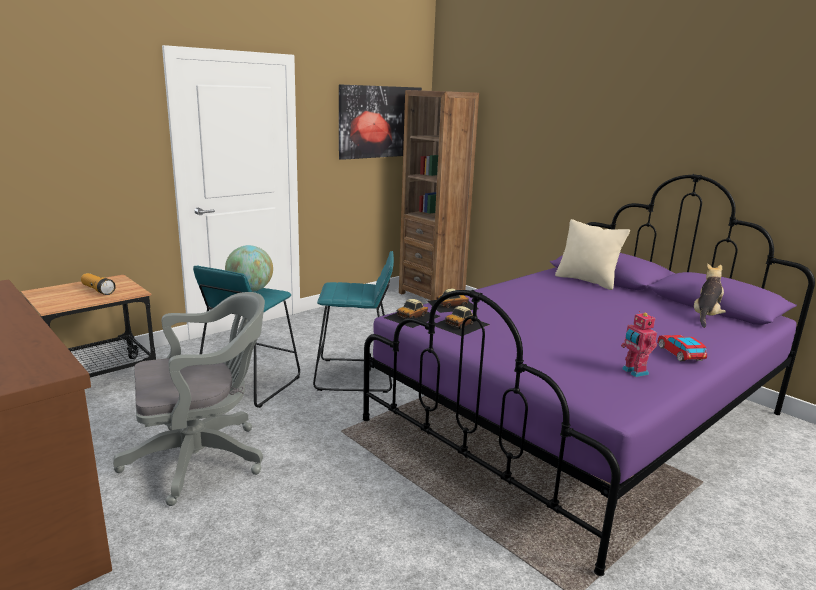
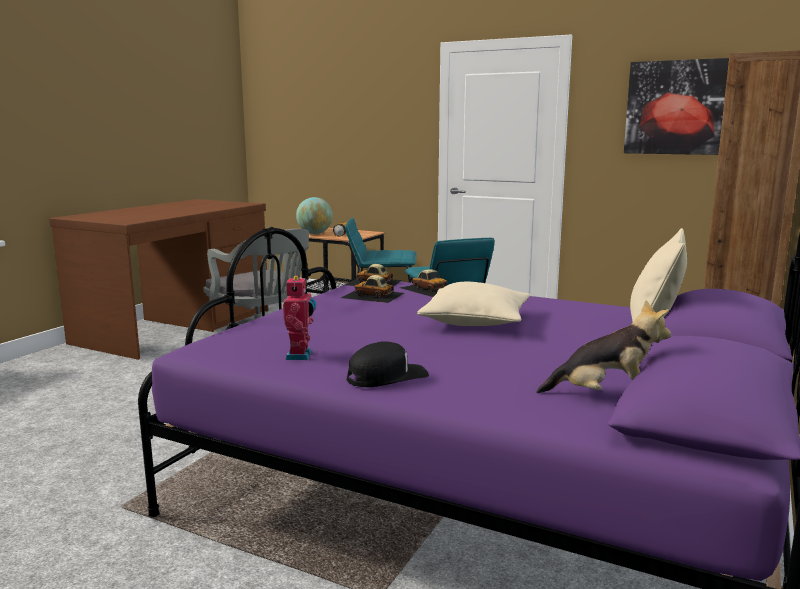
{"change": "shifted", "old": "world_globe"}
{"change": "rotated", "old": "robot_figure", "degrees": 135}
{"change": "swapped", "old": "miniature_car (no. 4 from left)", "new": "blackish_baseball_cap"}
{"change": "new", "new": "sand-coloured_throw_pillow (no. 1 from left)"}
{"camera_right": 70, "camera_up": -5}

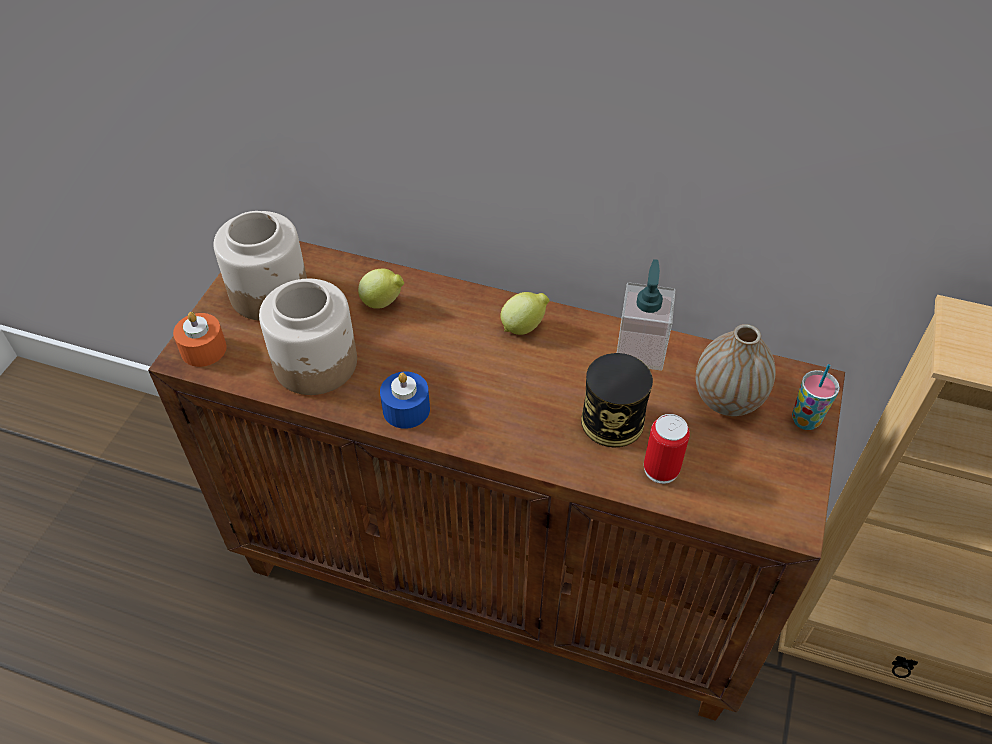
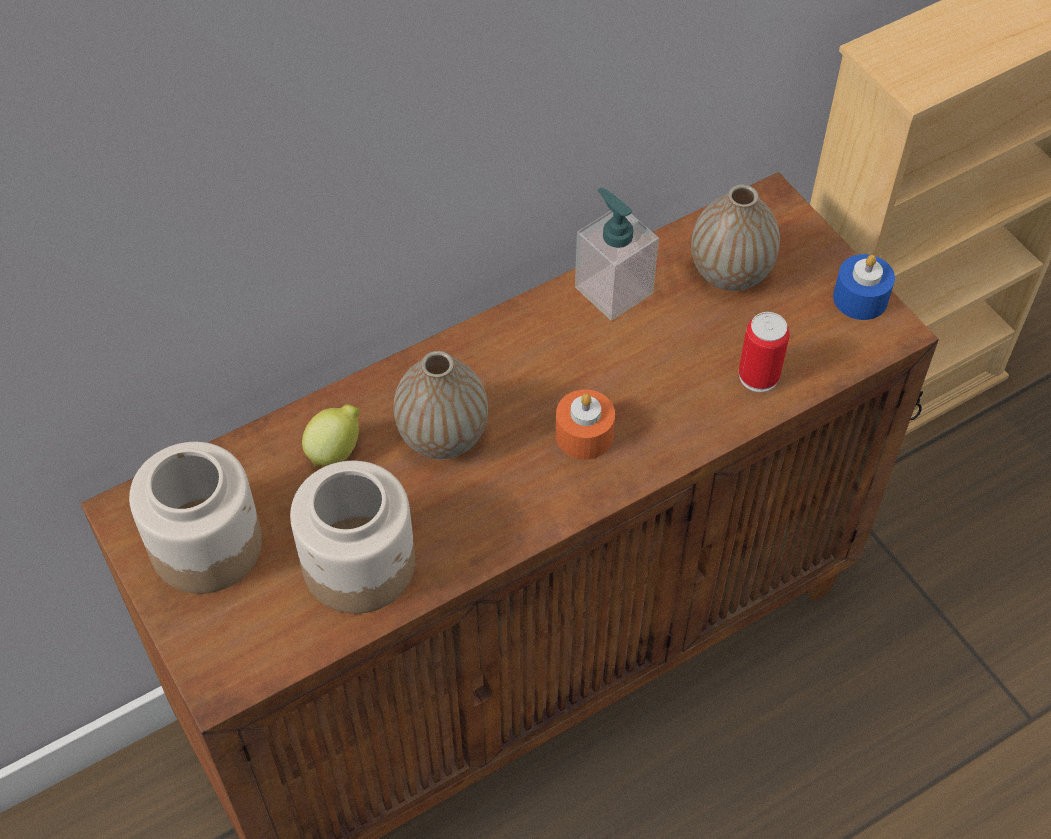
{"change": "shifted", "old": "orange-coloured_wax_light"}
{"change": "shifted", "old": "blue-coloured_wax_light"}
{"change": "gone", "old": "lemon (no. 2 from left)"}
{"change": "gone", "old": "sealed_can (no. 1 from left)"}
{"change": "gone", "old": "small_cup"}
{"change": "new", "new": "vase (no. 1 from left)"}
{"camera_right": -50, "camera_up": 5}

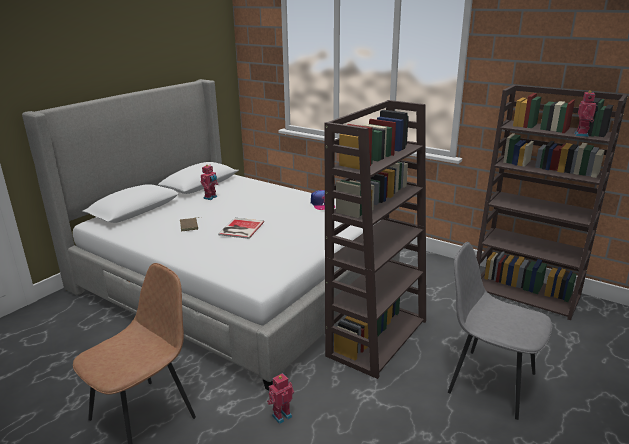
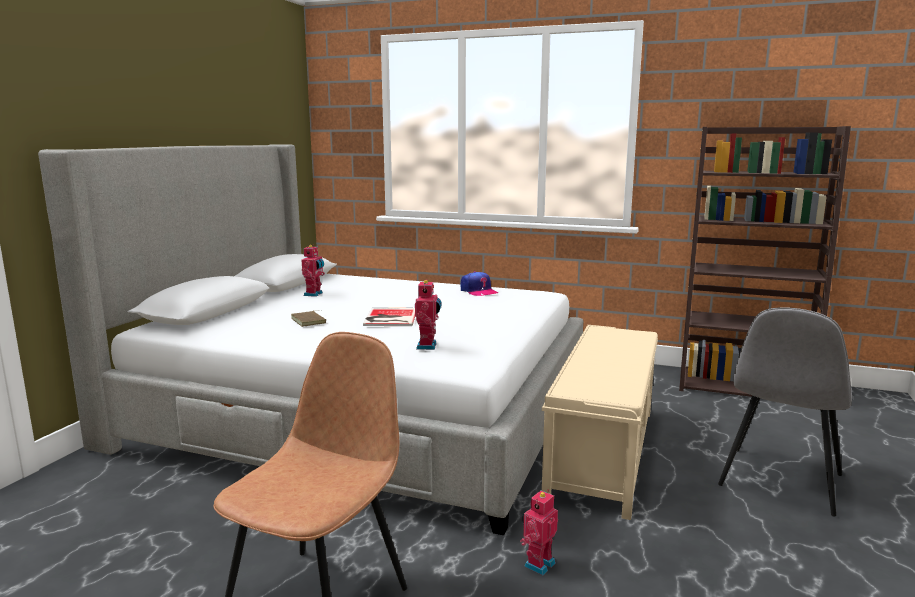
{"change": "swapped", "old": "brown_bookcase (no. 1 from left)", "new": "sand-coloured_indoor_bench"}
{"change": "rotated", "old": "greyish_chair", "degrees": -75}
{"change": "shifted", "old": "robot_figure (no. 3 from left in the first image)", "new": "robot_figure (no. 2 from left)"}
{"camera_right": -15, "camera_up": -10}

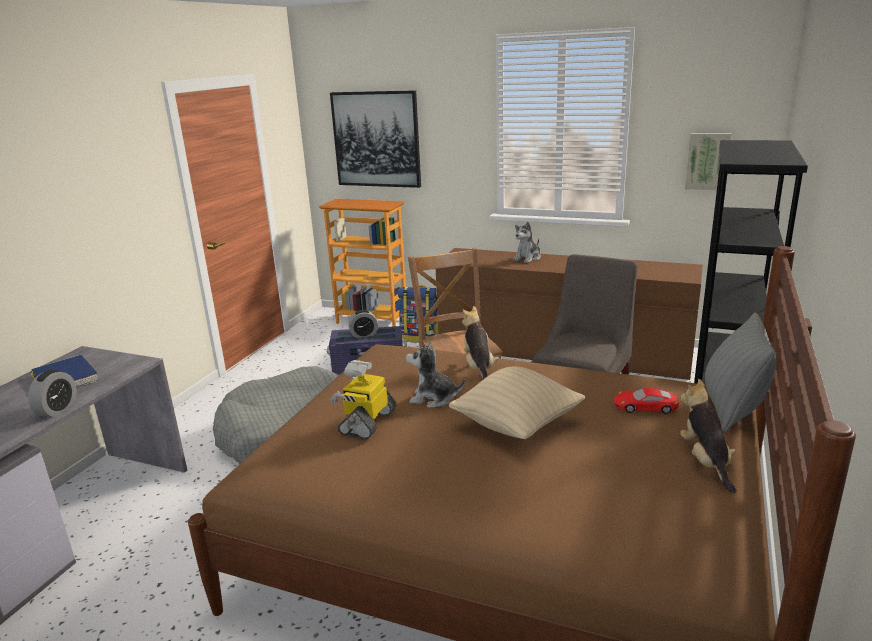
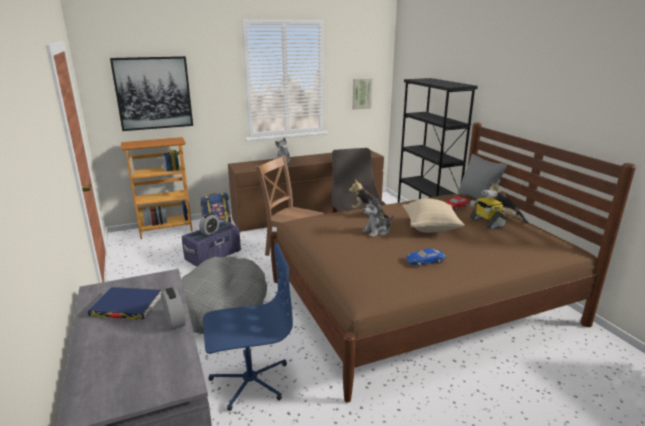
{"change": "shifted", "old": "robot_figure"}
{"change": "new", "new": "blue-coloured_office_chair"}
{"change": "new", "new": "blue-coloured_miniature_car"}
{"camera_right": -45, "camera_up": 0}

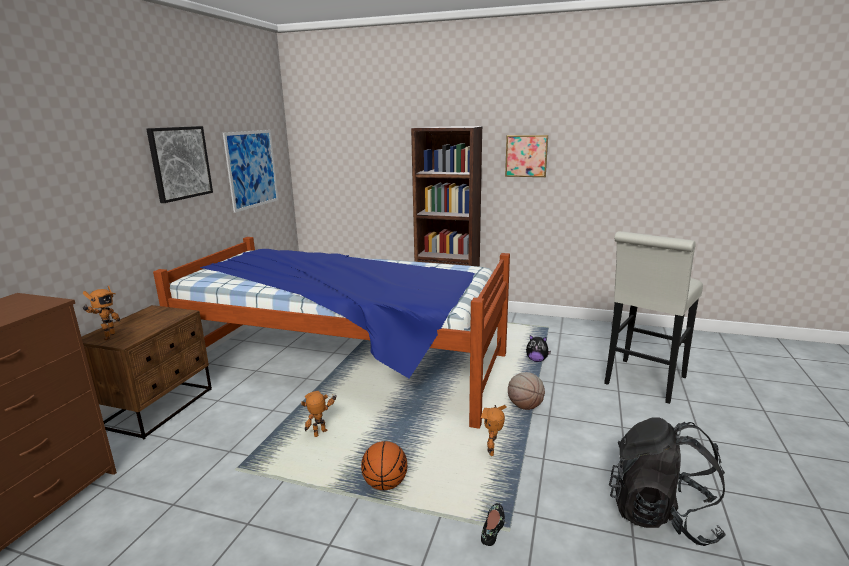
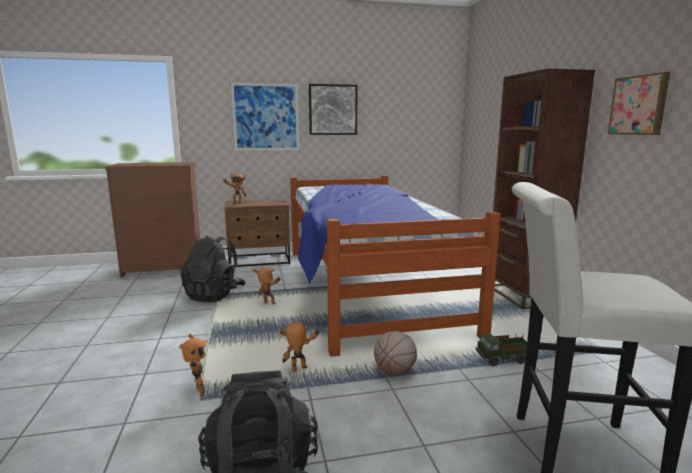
{"change": "shifted", "old": "wall_art (no. 2 from left in the first image)", "new": "wall_art (no. 1 from left)"}
{"change": "gone", "old": "ball_for_basketball (no. 1 from left)"}
{"change": "swapped", "old": "blackish_item_of_footwear", "new": "robot_figure (no. 1 from left)"}
{"change": "swapped", "old": "cuddly_toy", "new": "model_truck"}
{"change": "new", "new": "blackish_backpack (no. 1 from left)"}
{"camera_right": 60, "camera_up": -5}

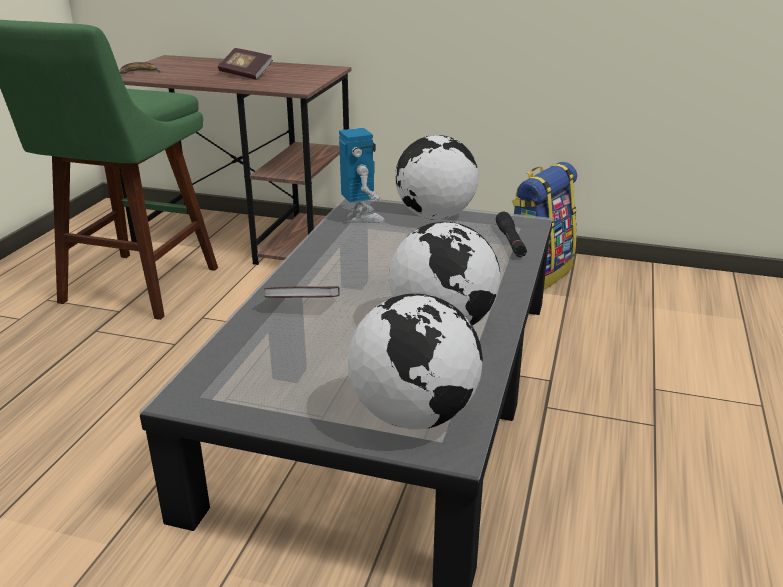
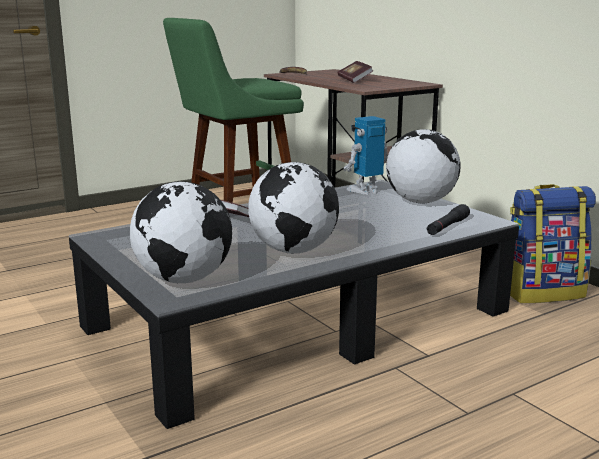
{"change": "rotated", "old": "robot_figure", "degrees": -135}
{"camera_right": 40, "camera_up": -10}

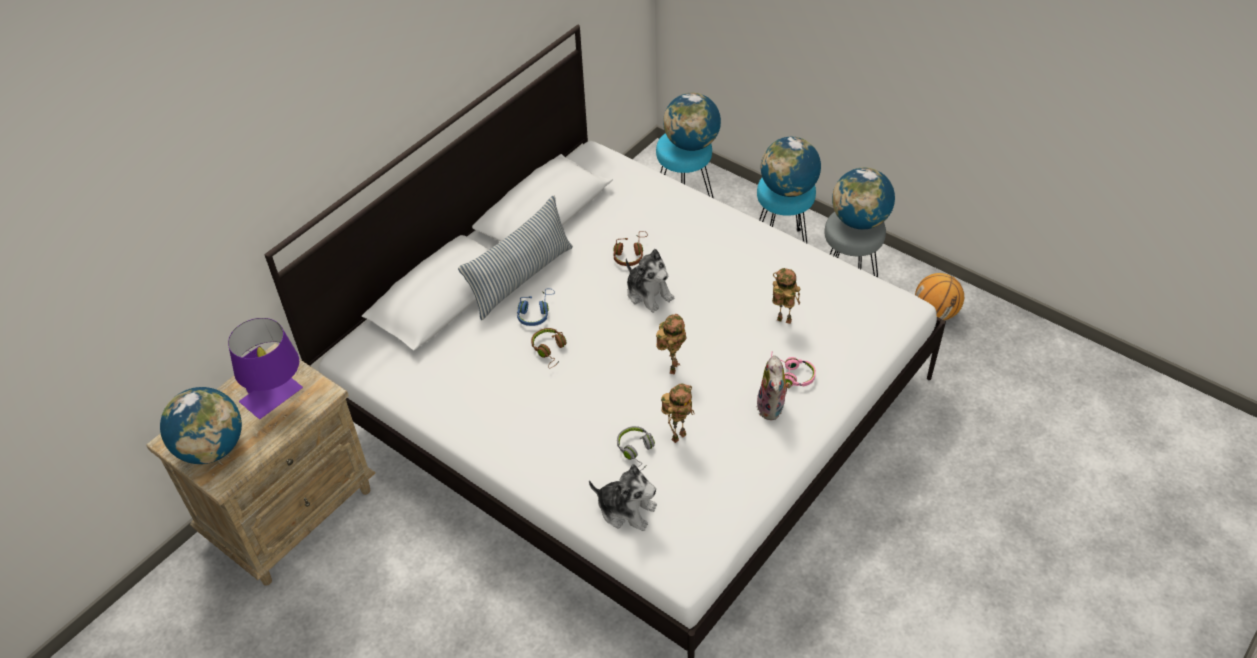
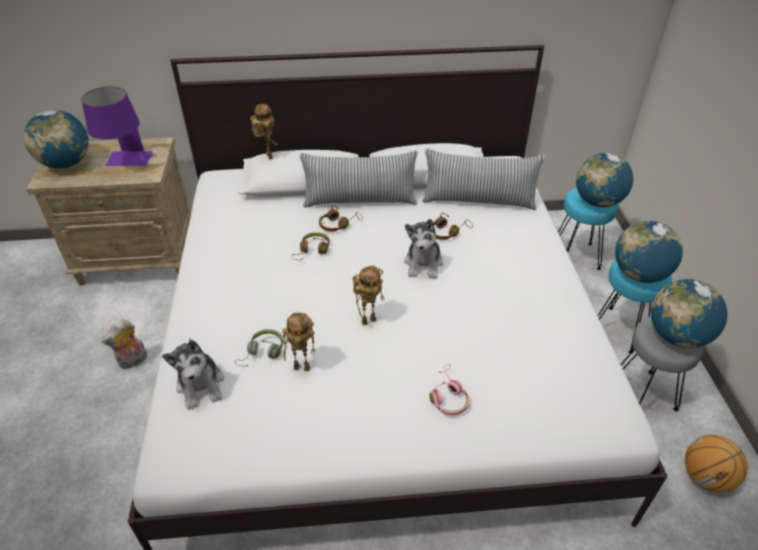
{"change": "repainted", "old": "blue-coloured_headset", "new": "brown_headset (no. 2 from left)"}
{"change": "shifted", "old": "cuddly_toy (no. 3 from left in the first image)", "new": "cuddly_toy (no. 1 from left)"}
{"change": "shifted", "old": "robot_figure (no. 3 from left in the first image)", "new": "robot_figure (no. 1 from left)"}
{"change": "new", "new": "throw_pillow (no. 2 from left)"}
{"camera_right": 45, "camera_up": -5}

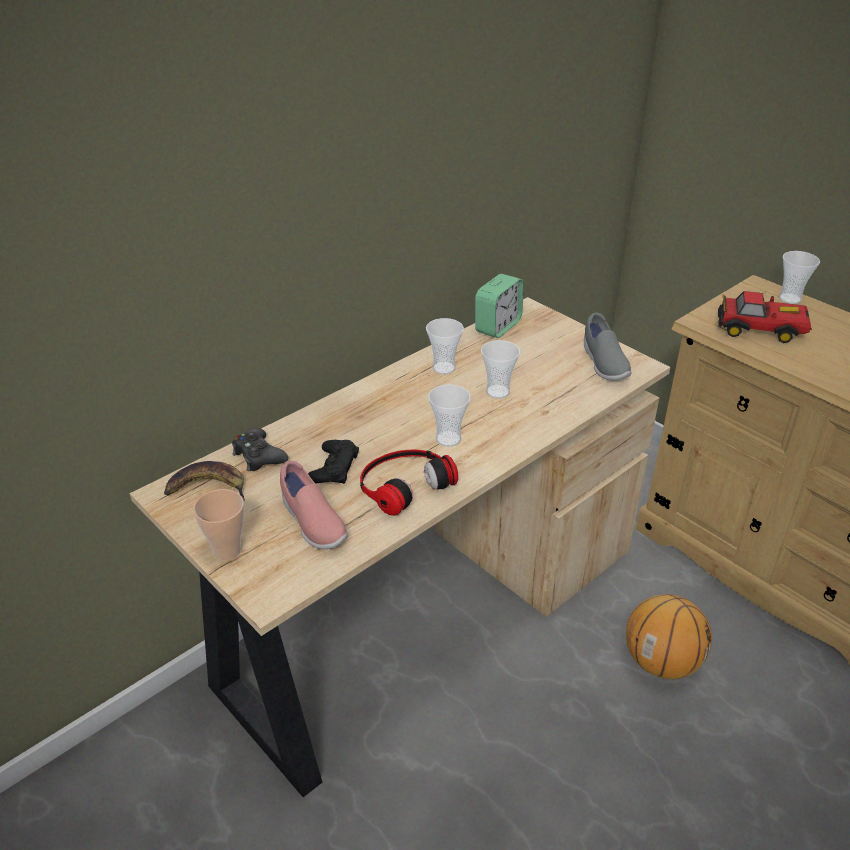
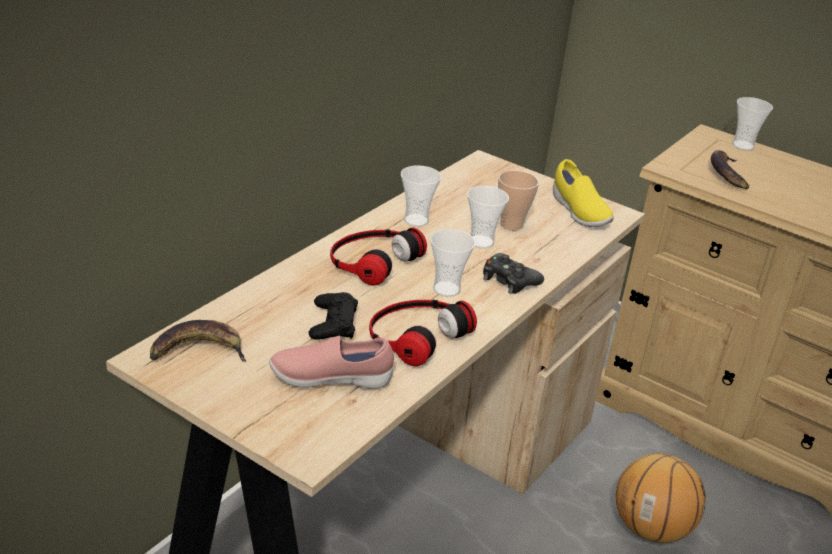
{"change": "shifted", "old": "small_cup (no. 1 from left in the first image)", "new": "small_cup (no. 4 from left)"}
{"change": "shifted", "old": "blackish_gamepad (no. 1 from left in the first image)", "new": "blackish_gamepad (no. 2 from left)"}
{"change": "rotated", "old": "pink-coloured_item_of_footwear", "degrees": 135}
{"change": "gone", "old": "bedside_clock"}
{"change": "repainted", "old": "greyish_item_of_footwear", "new": "yellow-coloured_item_of_footwear"}
{"change": "swapped", "old": "miniature_car", "new": "banana (no. 2 from left)"}
{"change": "new", "new": "headset (no. 1 from left)"}
{"camera_right": -15, "camera_up": -5}

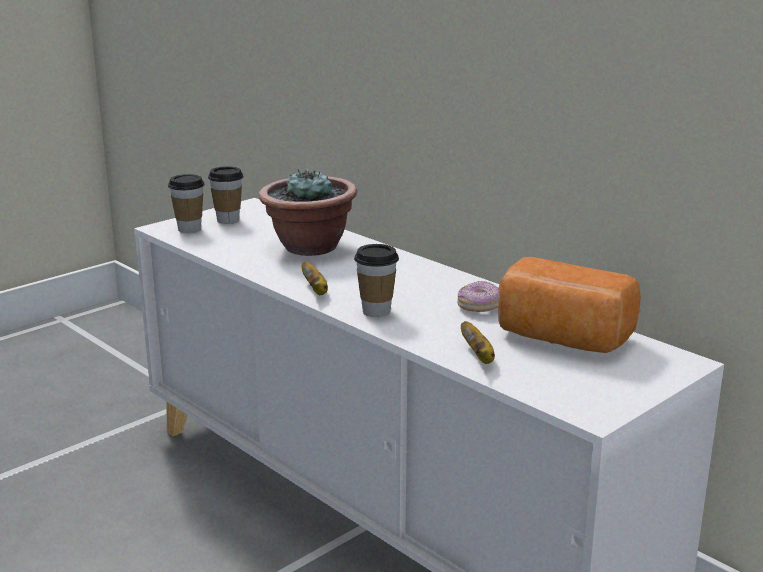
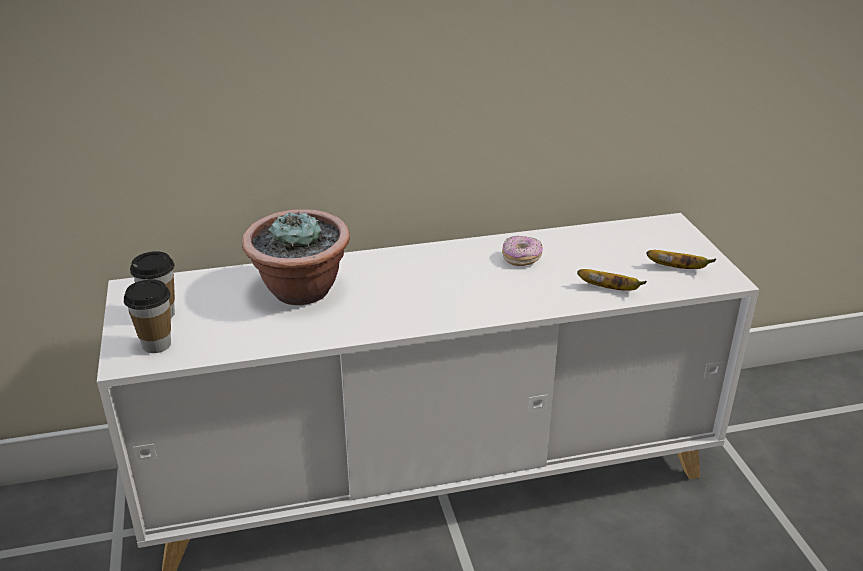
{"change": "shifted", "old": "banana (no. 1 from left in the first image)", "new": "banana (no. 2 from left)"}
{"change": "gone", "old": "small_cup (no. 3 from left)"}
{"change": "gone", "old": "bakery_bread"}
{"camera_right": -60, "camera_up": 10}

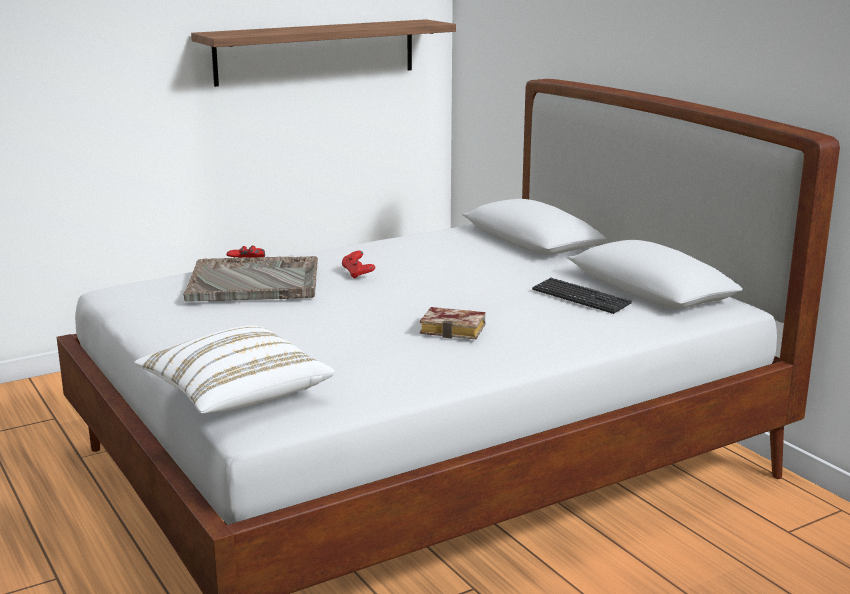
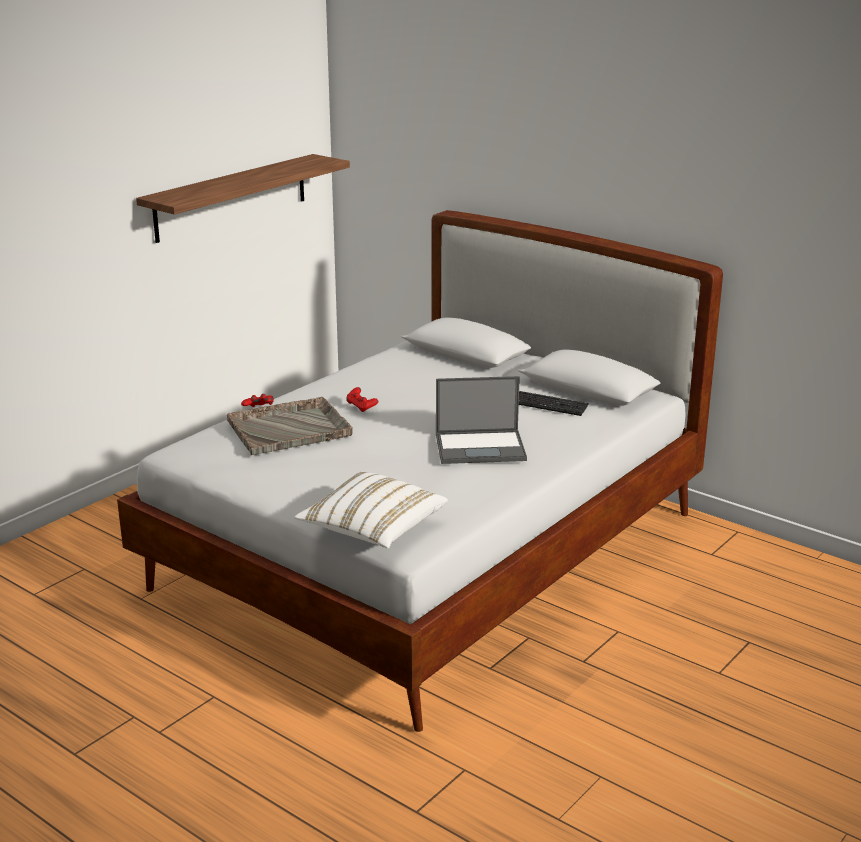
{"change": "swapped", "old": "bound_book", "new": "portable_computer"}
{"camera_right": -20, "camera_up": 5}

